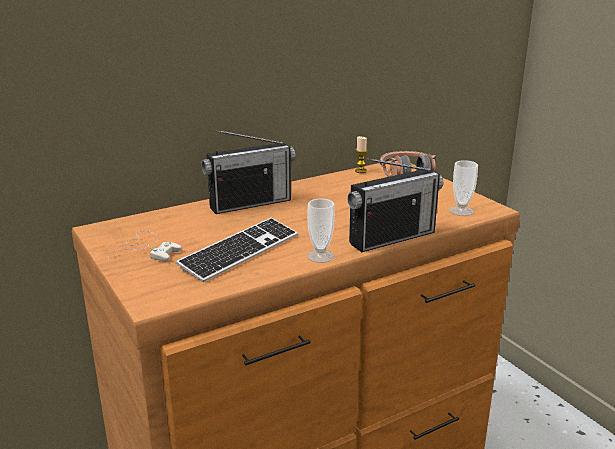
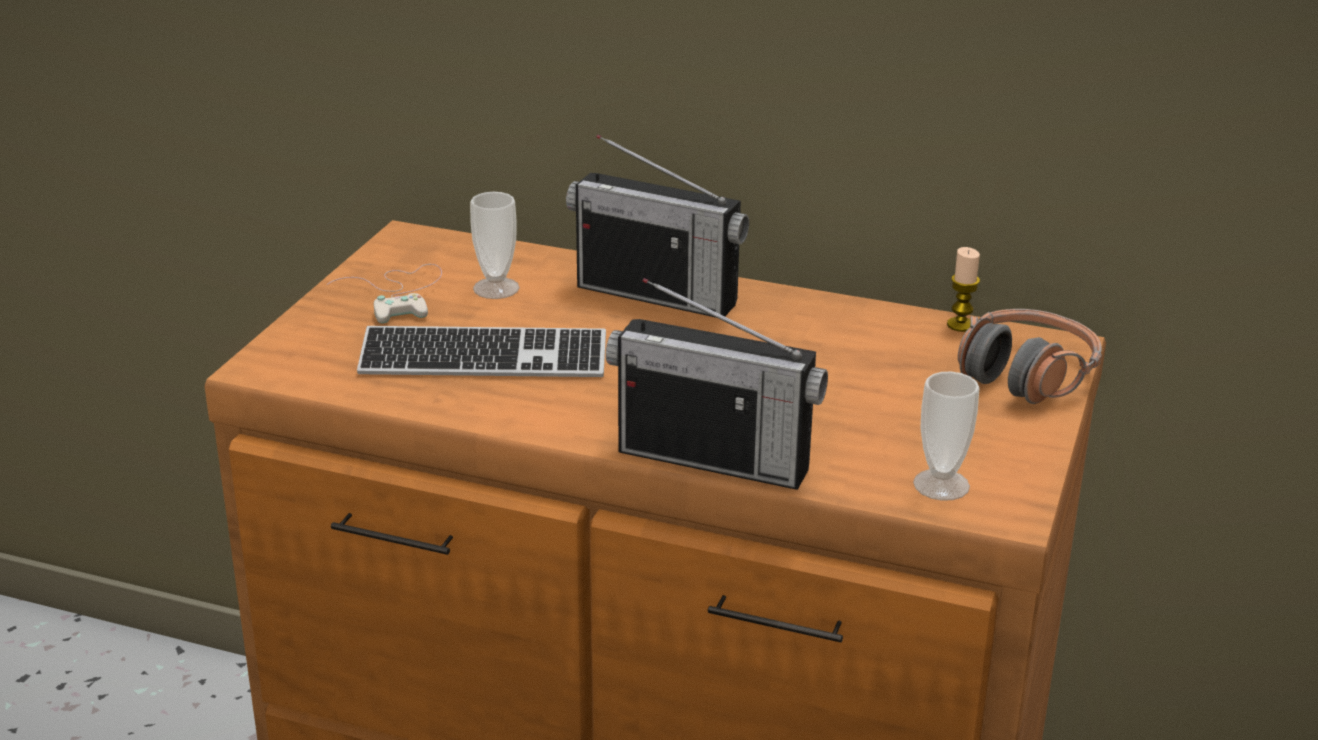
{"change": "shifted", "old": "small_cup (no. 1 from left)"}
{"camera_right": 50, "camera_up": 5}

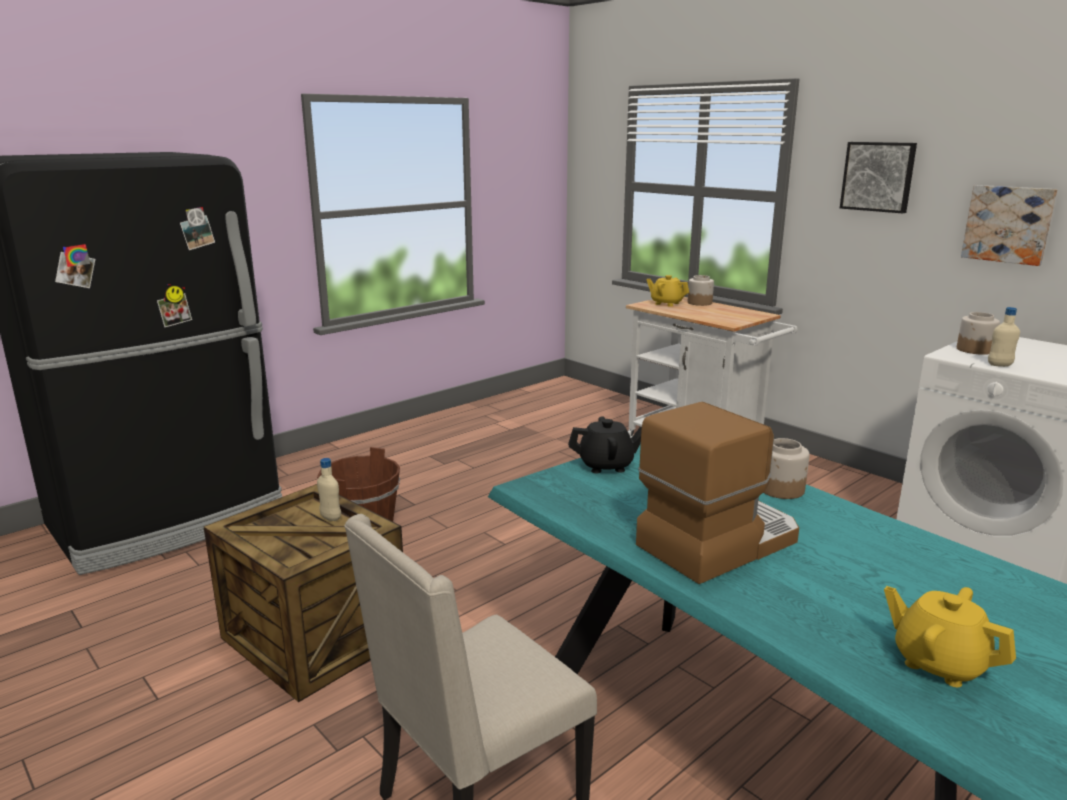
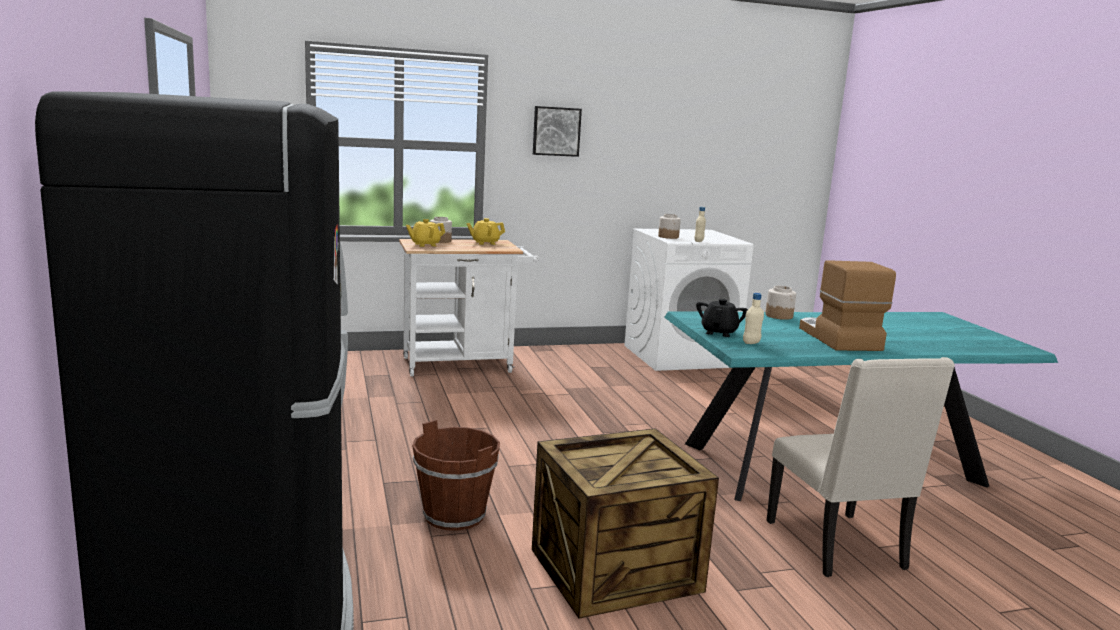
{"change": "shifted", "old": "sand-coloured_beverage_bottle (no. 1 from left in the first image)", "new": "sand-coloured_beverage_bottle (no. 2 from left)"}
{"change": "shifted", "old": "yellow-coloured_tea_pot (no. 2 from left)"}
{"change": "gone", "old": "wall_art (no. 2 from left)"}
{"camera_right": -65, "camera_up": -5}

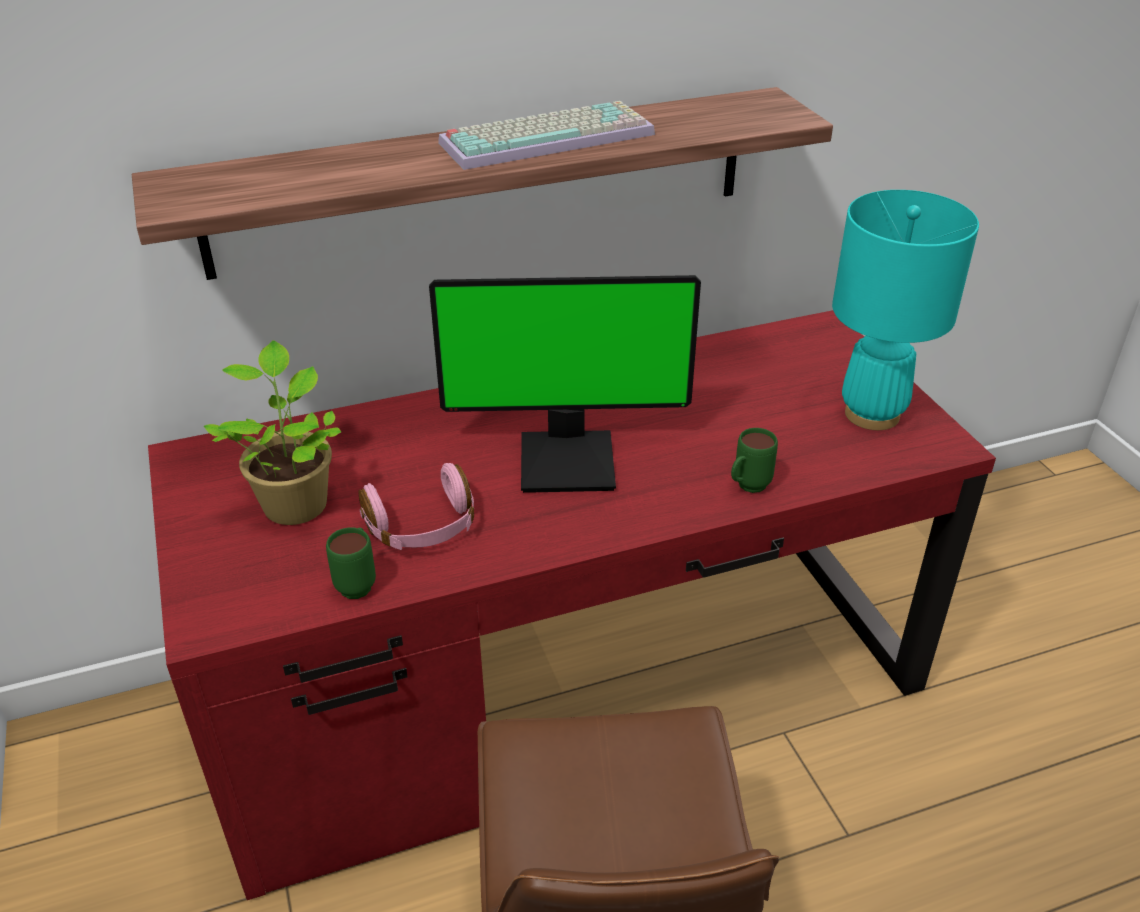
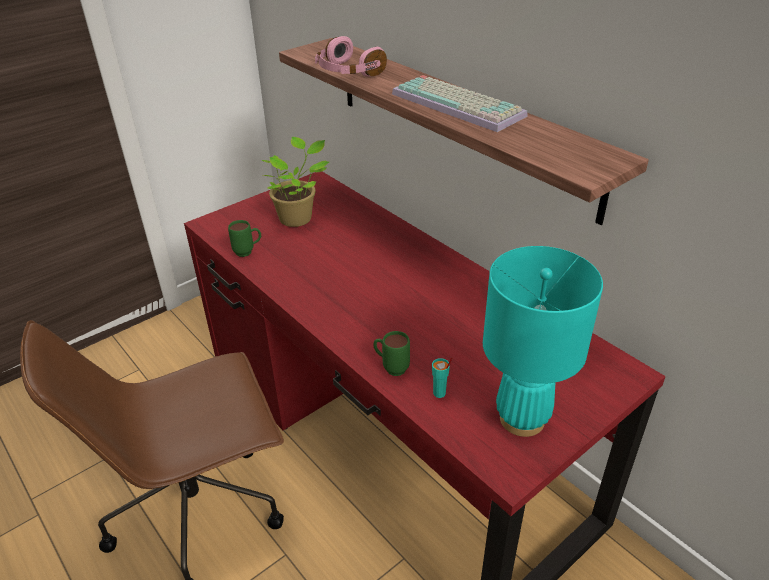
{"change": "shifted", "old": "pink-coloured_headset"}
{"change": "gone", "old": "computer_display"}
{"change": "new", "new": "turquoise_small_cup"}
{"camera_right": 70, "camera_up": 0}

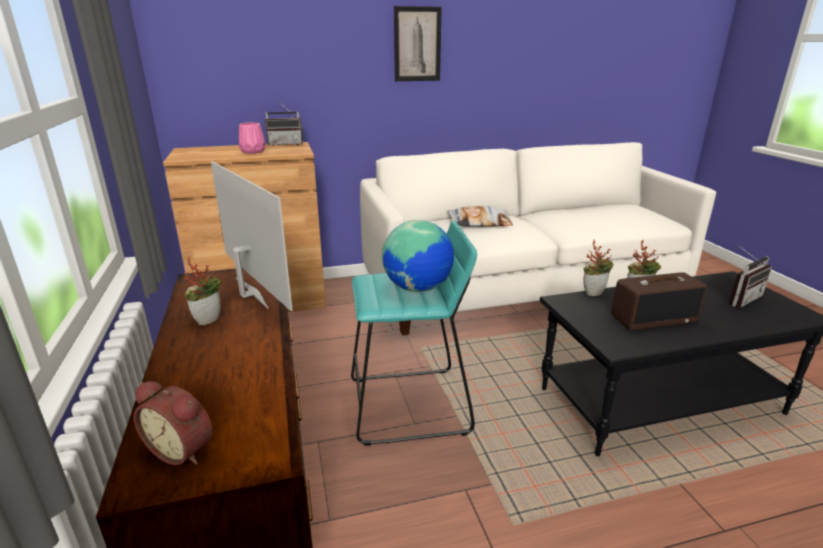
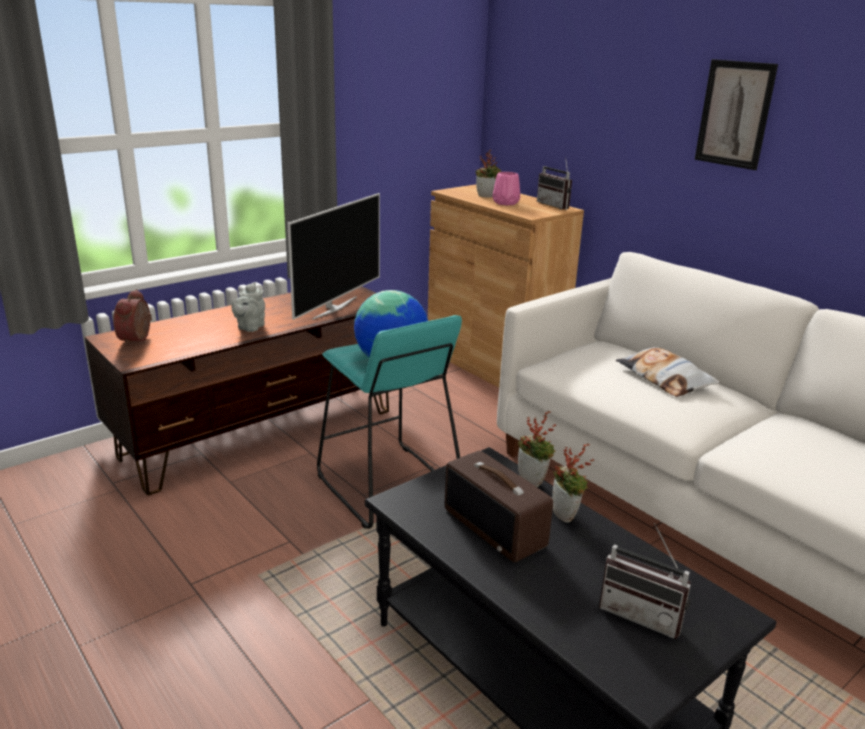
{"change": "shifted", "old": "potted_plant (no. 1 from left)"}
{"change": "new", "new": "greyish_tea_pot"}
{"camera_right": 65, "camera_up": 0}

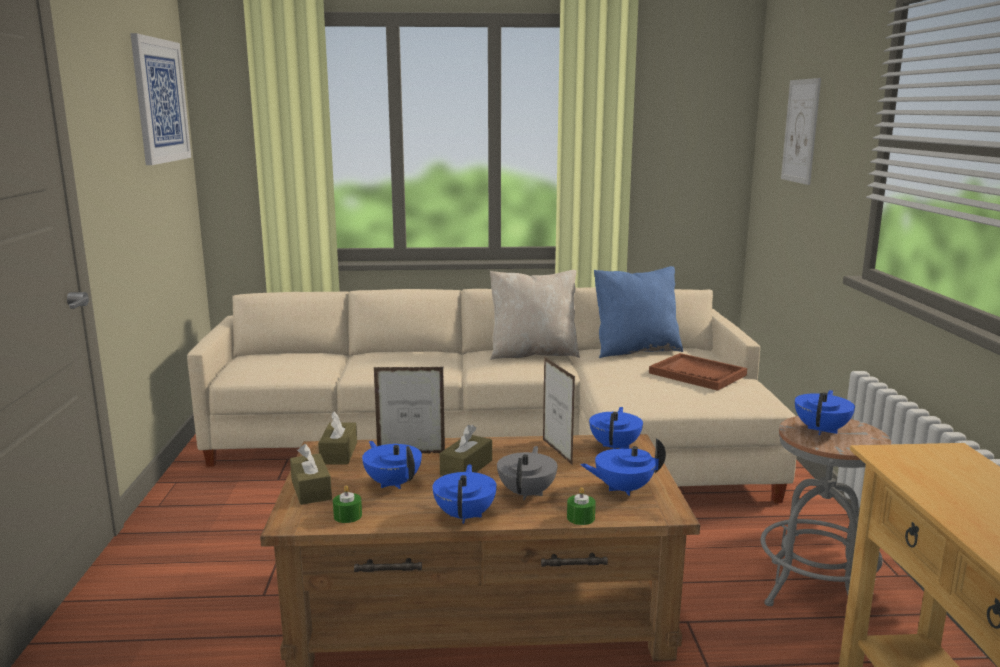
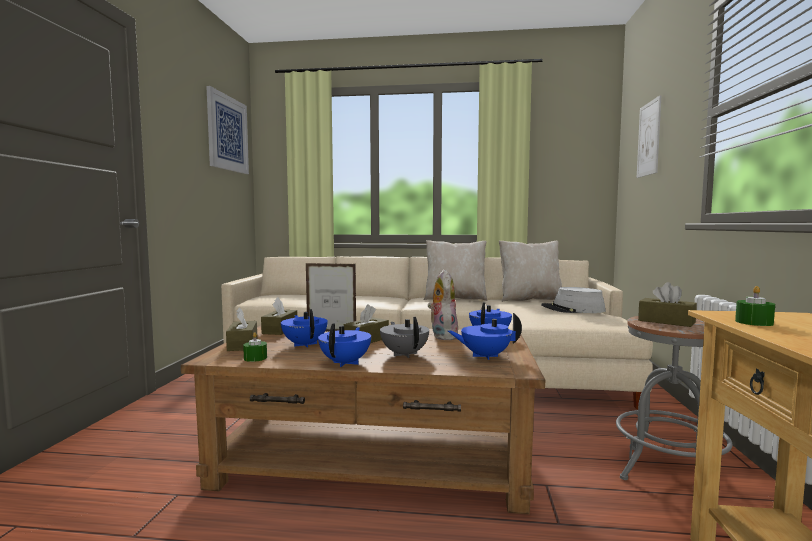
{"change": "rotated", "old": "greyish_tea_pot", "degrees": -45}
{"change": "swapped", "old": "standing_frame (no. 2 from left)", "new": "cuddly_toy"}
{"change": "shifted", "old": "green-coloured_wax_light (no. 2 from left)"}
{"change": "repainted", "old": "blue-coloured_throw_pillow", "new": "sand-coloured_throw_pillow (no. 2 from left)"}
{"change": "swapped", "old": "brown_carrying_tray", "new": "greyish_wearable_hat"}
{"change": "swapped", "old": "blue-coloured_tea_pot (no. 5 from left)", "new": "brown_tissue_holder (no. 4 from left)"}
{"camera_right": 10, "camera_up": -10}

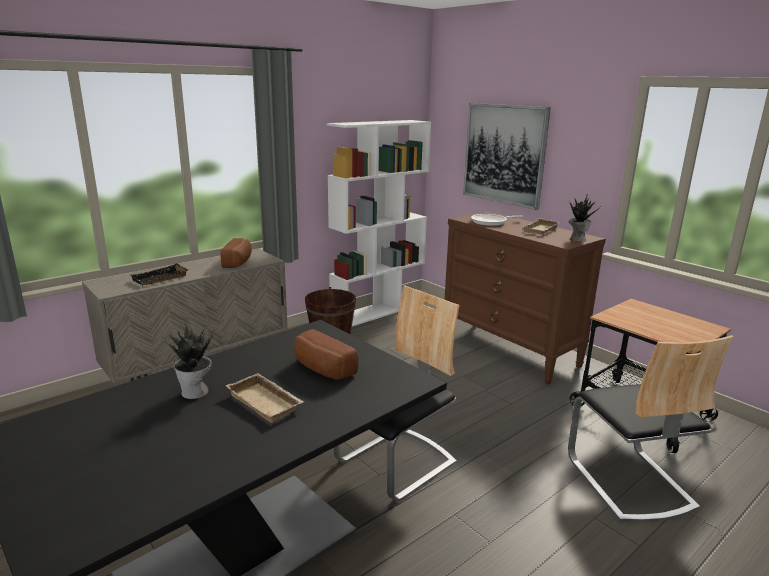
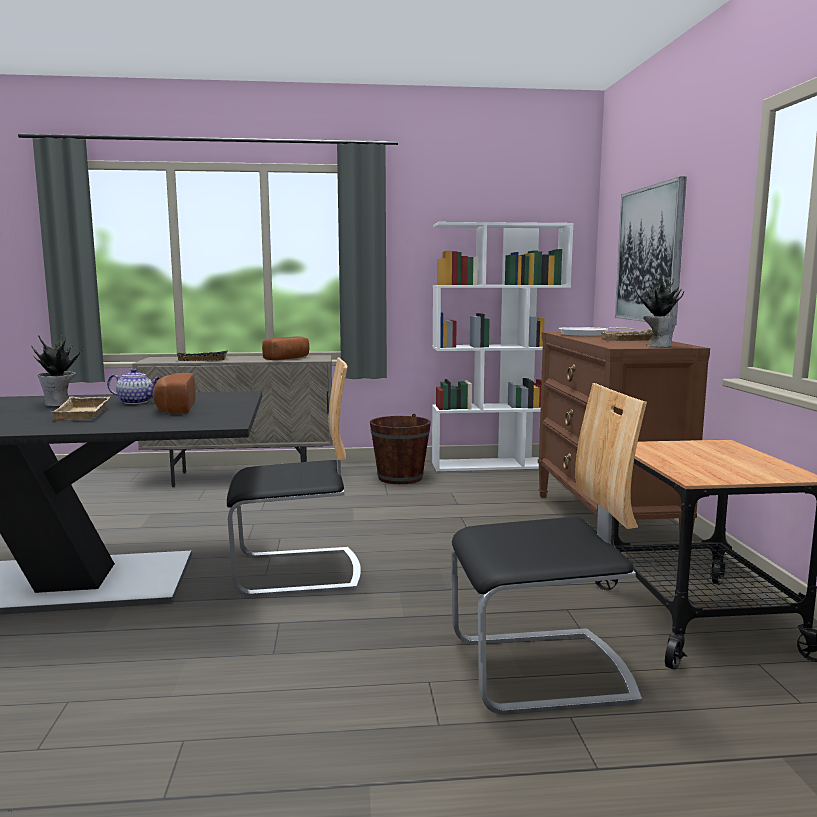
{"change": "rotated", "old": "chair (no. 2 from left)", "degrees": -120}
{"change": "new", "new": "tea_pot"}
{"camera_right": 35, "camera_up": -10}

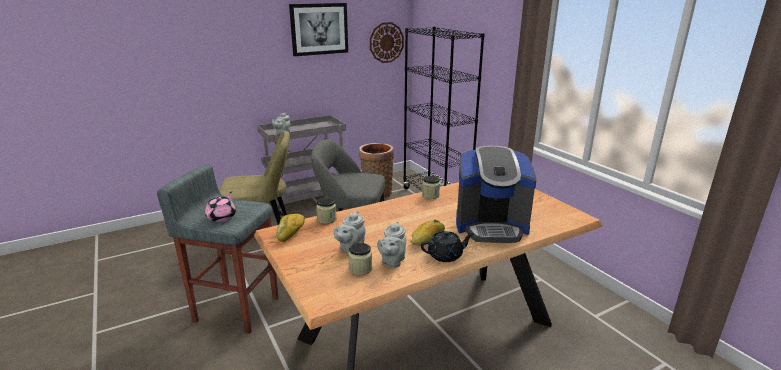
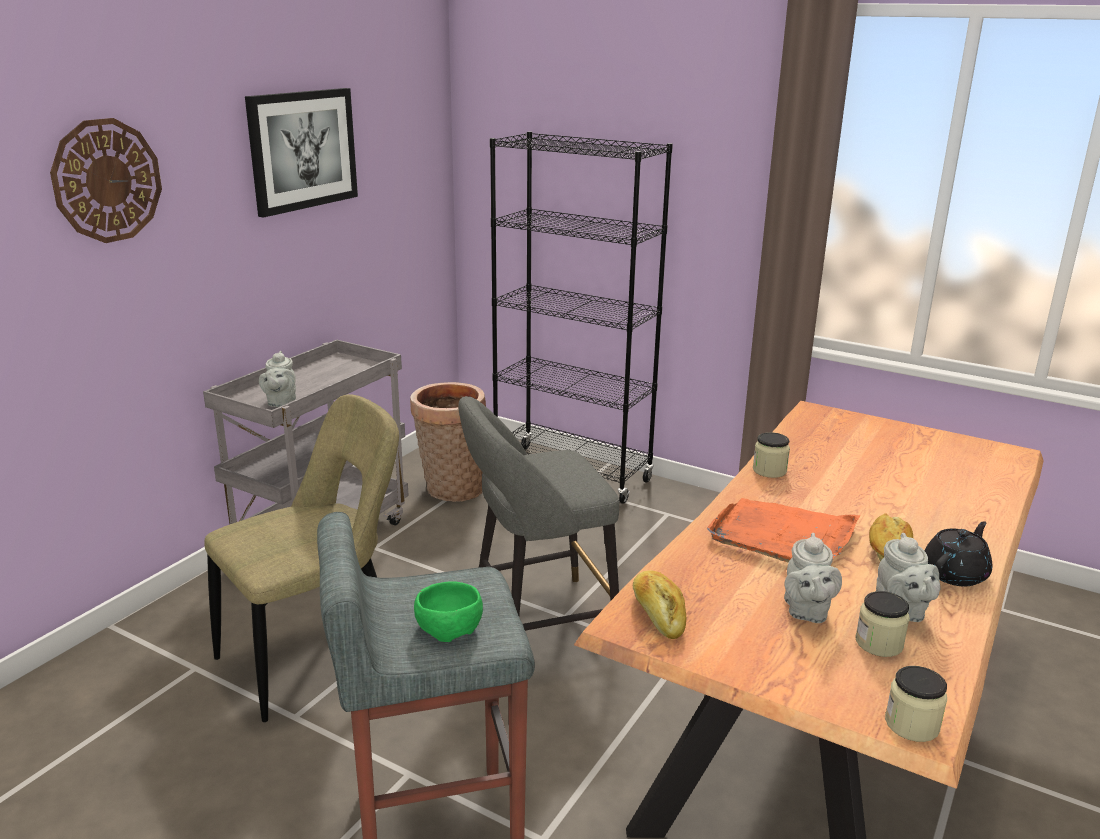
{"change": "swapped", "old": "pink-coloured_tea_pot", "new": "green-coloured_bowl"}
{"change": "shifted", "old": "preserve_jar (no. 1 from left in the first image)", "new": "preserve_jar (no. 3 from left)"}
{"change": "shifted", "old": "hanging_clock"}
{"change": "gone", "old": "coffee_maker"}
{"change": "new", "new": "orange-coloured_carrying_tray"}
{"camera_right": -30, "camera_up": 0}

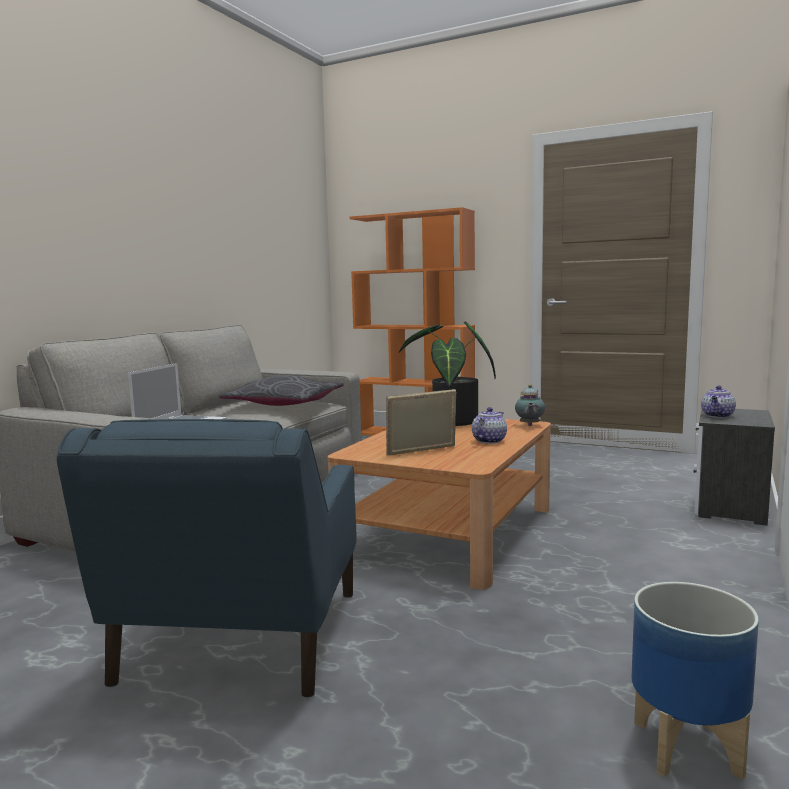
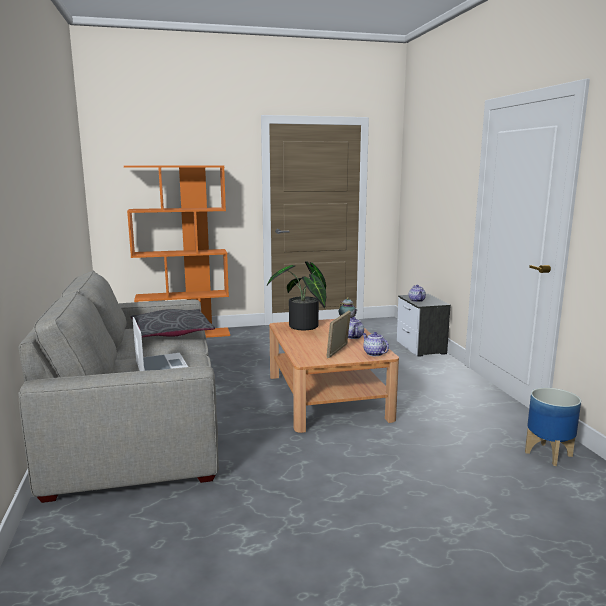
{"change": "gone", "old": "blue-coloured_lounge_chair"}
{"change": "new", "new": "tea_pot (no. 3 from left)"}
{"camera_right": -40, "camera_up": 5}

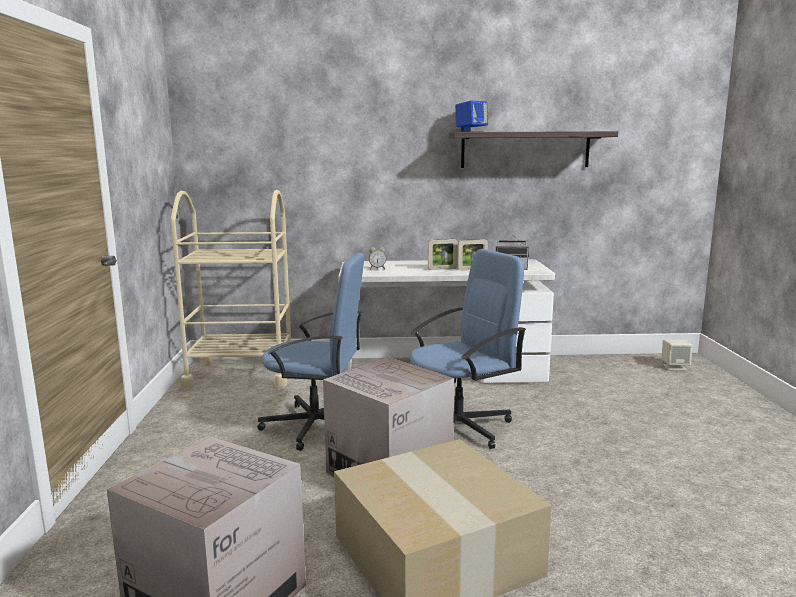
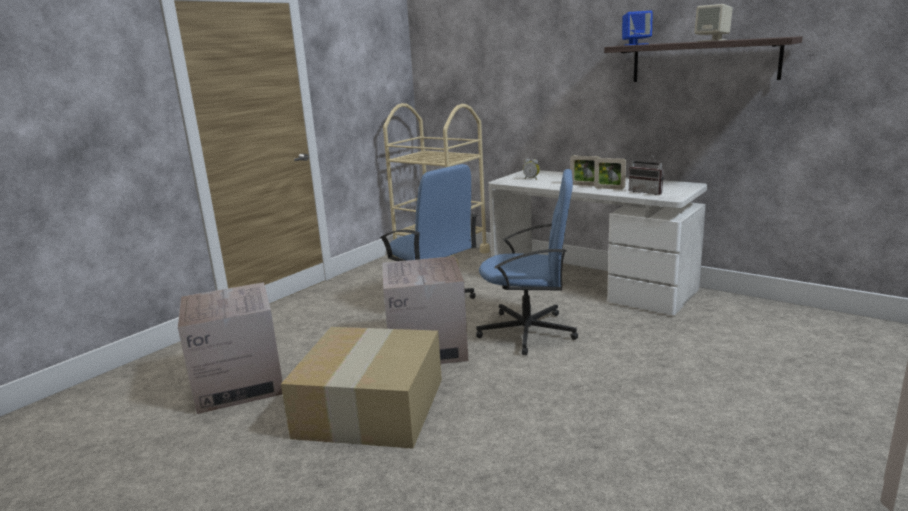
{"change": "shifted", "old": "sand-coloured_audio_speaker"}
{"camera_right": 40, "camera_up": 5}

